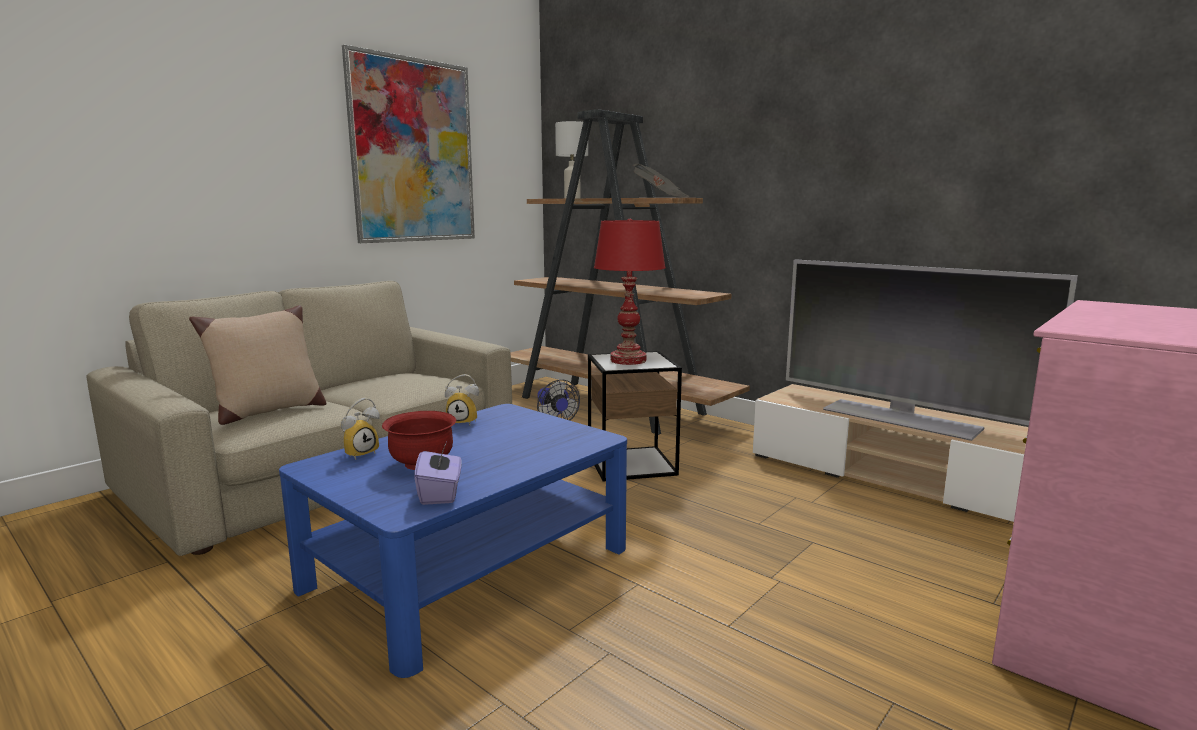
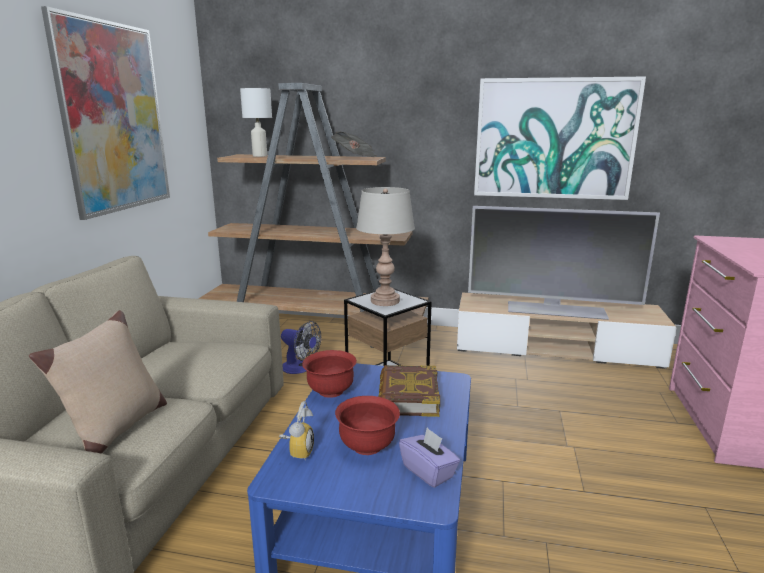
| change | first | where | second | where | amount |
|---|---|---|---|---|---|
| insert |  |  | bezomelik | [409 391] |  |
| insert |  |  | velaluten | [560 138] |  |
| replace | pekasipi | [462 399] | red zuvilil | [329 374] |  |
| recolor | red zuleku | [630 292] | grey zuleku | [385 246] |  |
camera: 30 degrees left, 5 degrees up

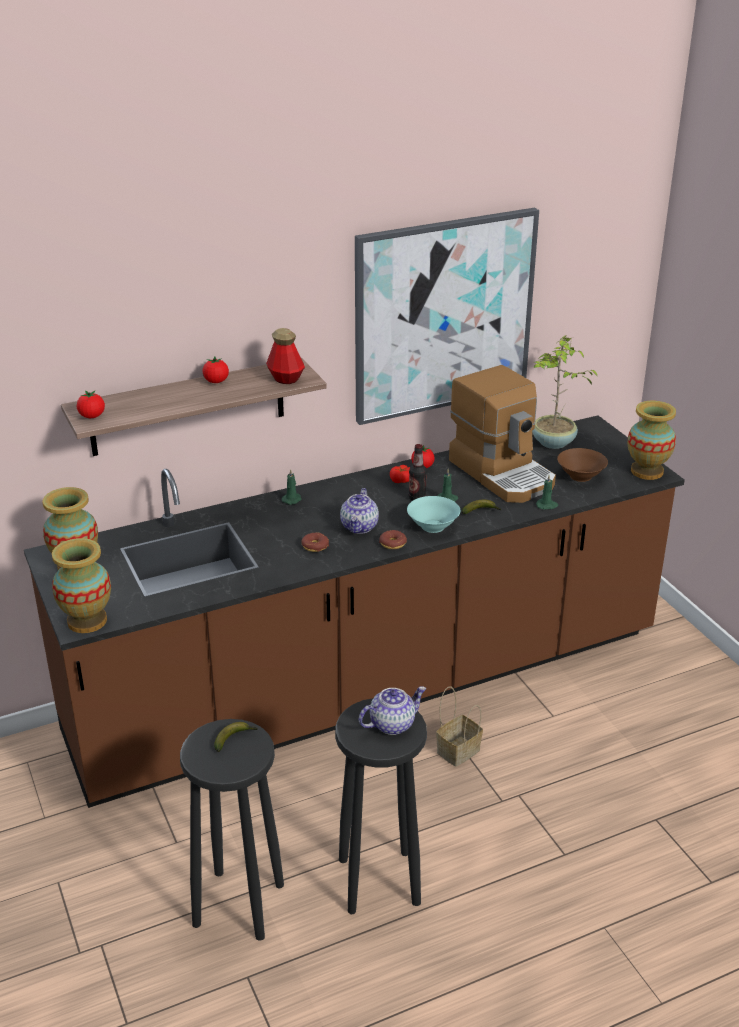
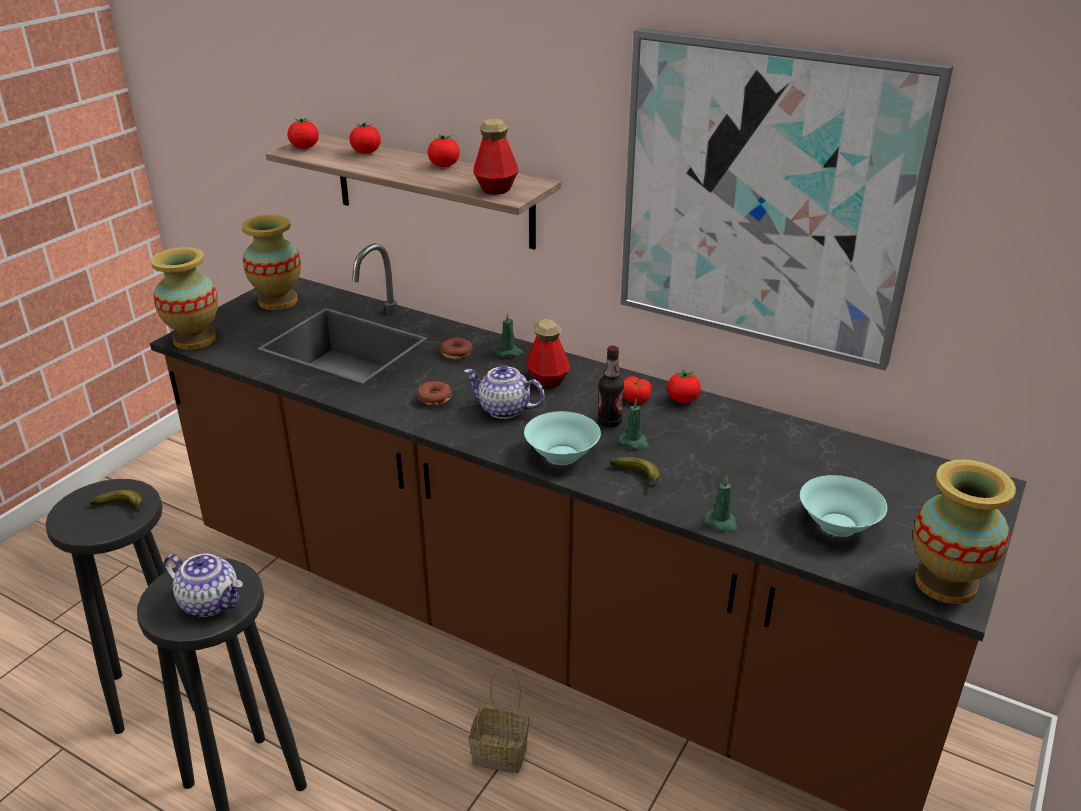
| change | first | where | second | where | amount |
|---|---|---|---|---|---|
| delete | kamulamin | [502 434] |  |  |  |
| delete | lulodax | [565 392] |  |  |  |
| insert |  |  | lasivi | [365 138] |  |
| insert |  |  | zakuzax | [548 353] |  |
| move | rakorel | [393 539] |  | [456 348] |  |
| recolor | brown zuvilil | [582 465] | turquoise zuvilil | [843 506] |  |
| rotate | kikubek | [359 511] |  | [504 392] | 45 degrees clockwise |
camera: 55 degrees right, 0 degrees up

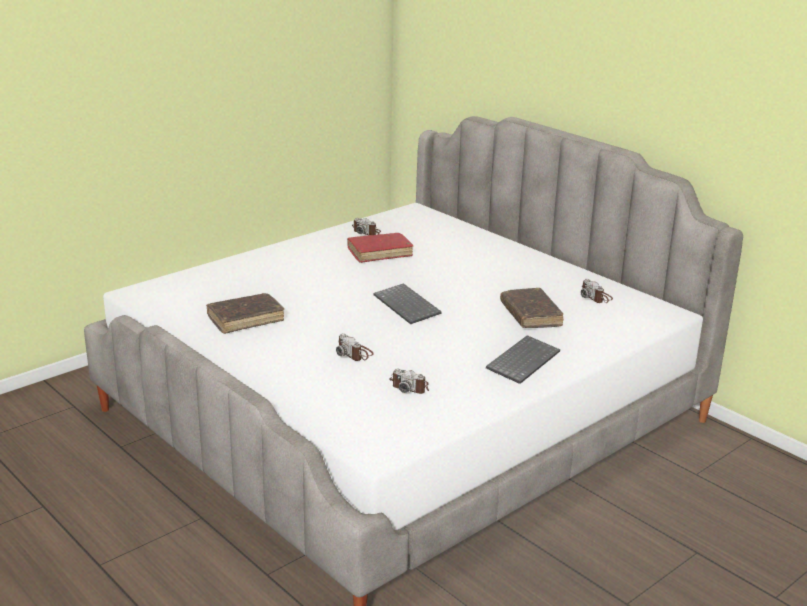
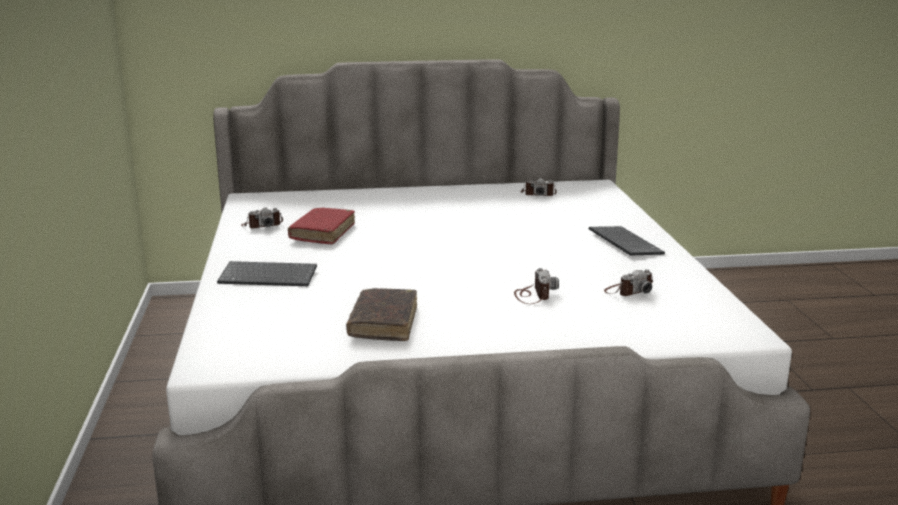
| change | first | where | second | where | amount |
|---|---|---|---|---|---|
| delete | brown bezomelik | [531 308] |  |  |  |
| move | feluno | [407 303] |  | [267 273] |  |
| rotate | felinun | [354 347] |  | [536 286] | 90 degrees counterclockwise |
camera: 55 degrees left, 5 degrees down

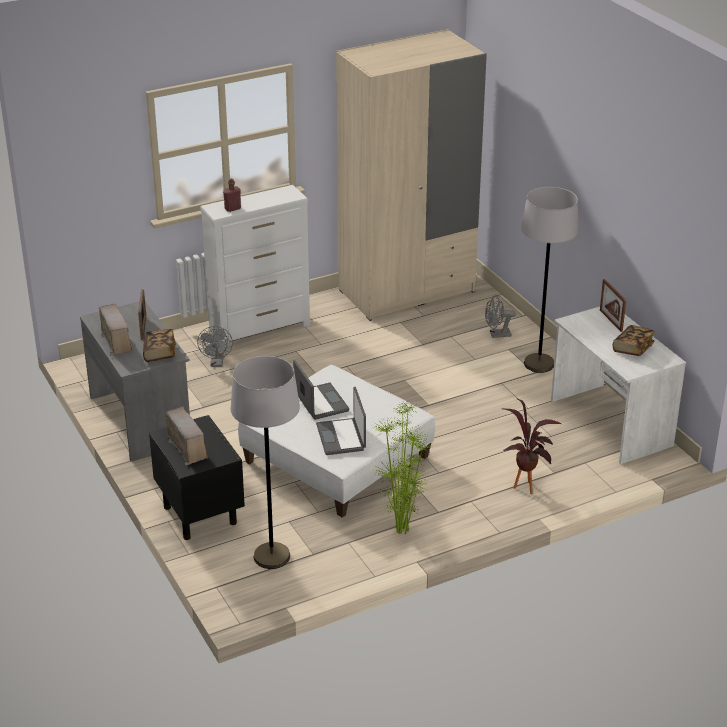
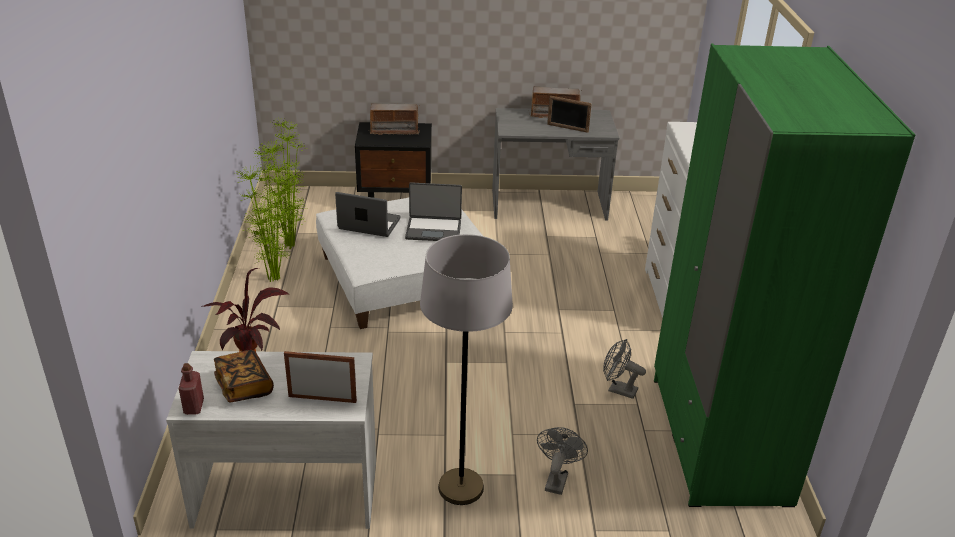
| change | first | where | second | where | amount |
|---|---|---|---|---|---|
| delete | bezomelik | [159 345] |  |  |  |
| delete | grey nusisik | [265 462] |  |  |  |
| insert |  |  | lulodax | [282 184] |  |
| move | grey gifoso | [215 346] |  | [624 369] |  |
| move | red zakuzax | [232 195] |  | [191 389] |  |
| recolor | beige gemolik | [411 175] | green gemolik | [784 275] |  |
camera: 115 degrees right, 0 degrees up

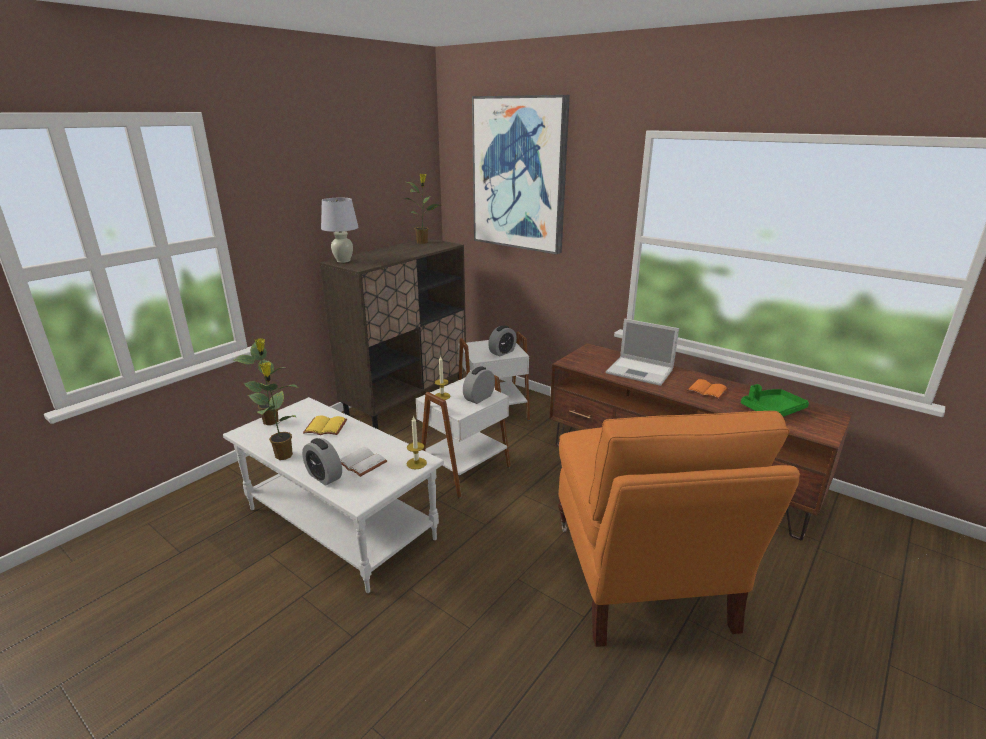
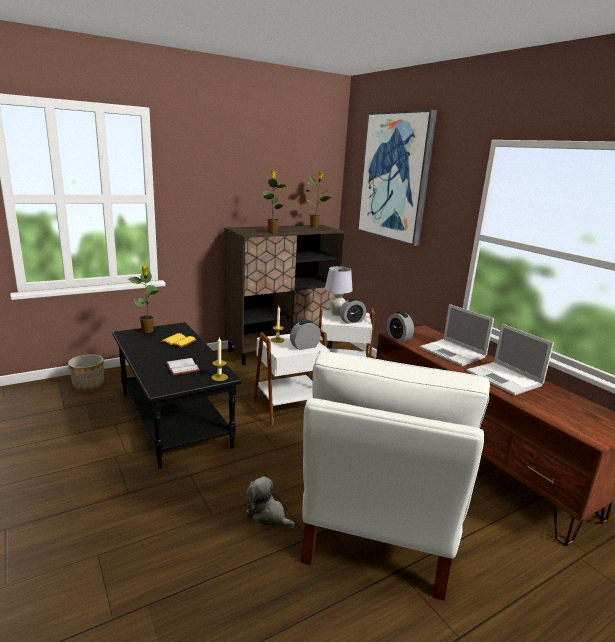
| change | first | where | second | where | amount |
|---|---|---|---|---|---|
| delete | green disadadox | [775 400] |  |  |  |
| insert |  |  | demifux | [86 372] |  |
| insert |  |  | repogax | [270 502] |  |
| move | lulodax | [273 411] |  | [274 202] |  |
| move | pekasipi | [322 462] |  | [400 326] |  |
| move | white zuleku | [340 230] |  | [339 290] |  |
| replace | orange bezomelik | [707 389] | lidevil | [510 360] |  |
| recolor | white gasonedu | [333 495] | black gasonedu | [177 395] |  |
| recolor | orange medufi | [679 529] | white medufi | [395 476] |  |
camera: 20 degrees right, 5 degrees down

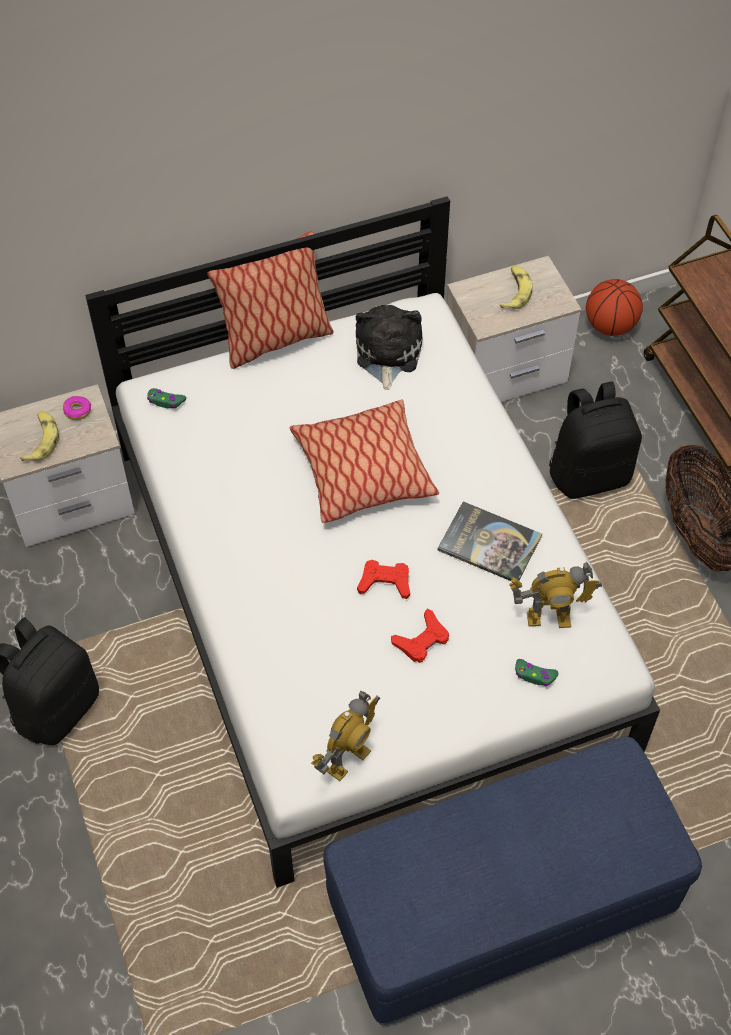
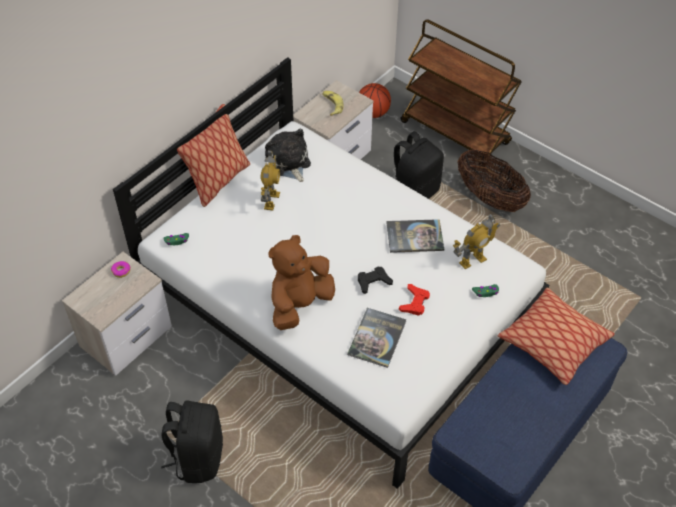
| change | first | where | second | where | amount |
|---|---|---|---|---|---|
| delete | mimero | [39 436] |  |  |  |
| insert |  |  | brown repogax | [302 282] |  |
| insert |  |  | bezomelik | [377 338] |  |
| move | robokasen | [364 461] |  | [556 336] |  |
| move | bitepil | [345 736] |  | [270 180] |  |
| recolor | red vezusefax | [383 579] | black vezusefax | [375 280] |  |
camera: 30 degrees left, 5 degrees down

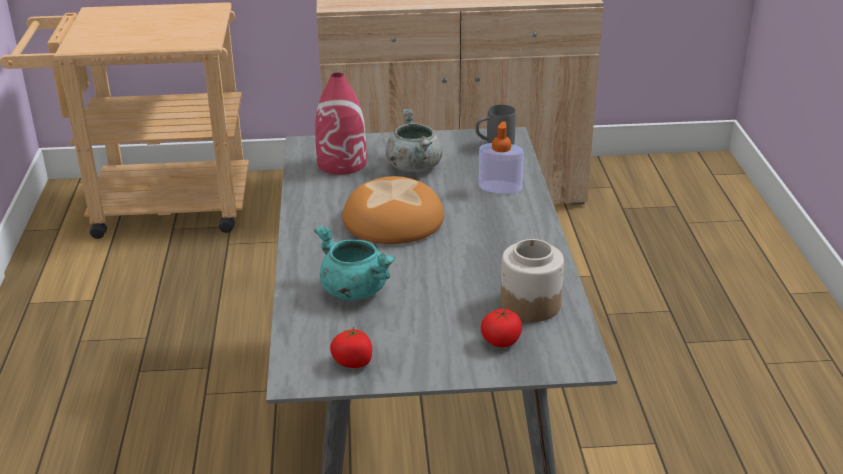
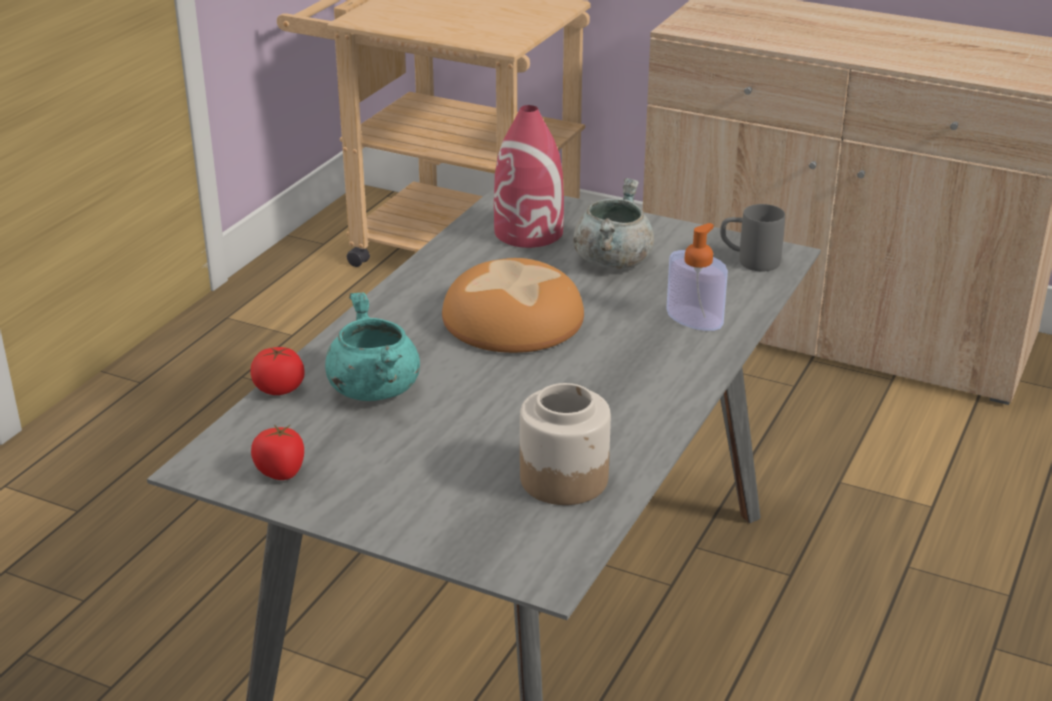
| change | first | where | second | where | amount |
|---|---|---|---|---|---|
| move | lasivi | [501 327] |  | [278 371] |  |
camera: 30 degrees right, 0 degrees up

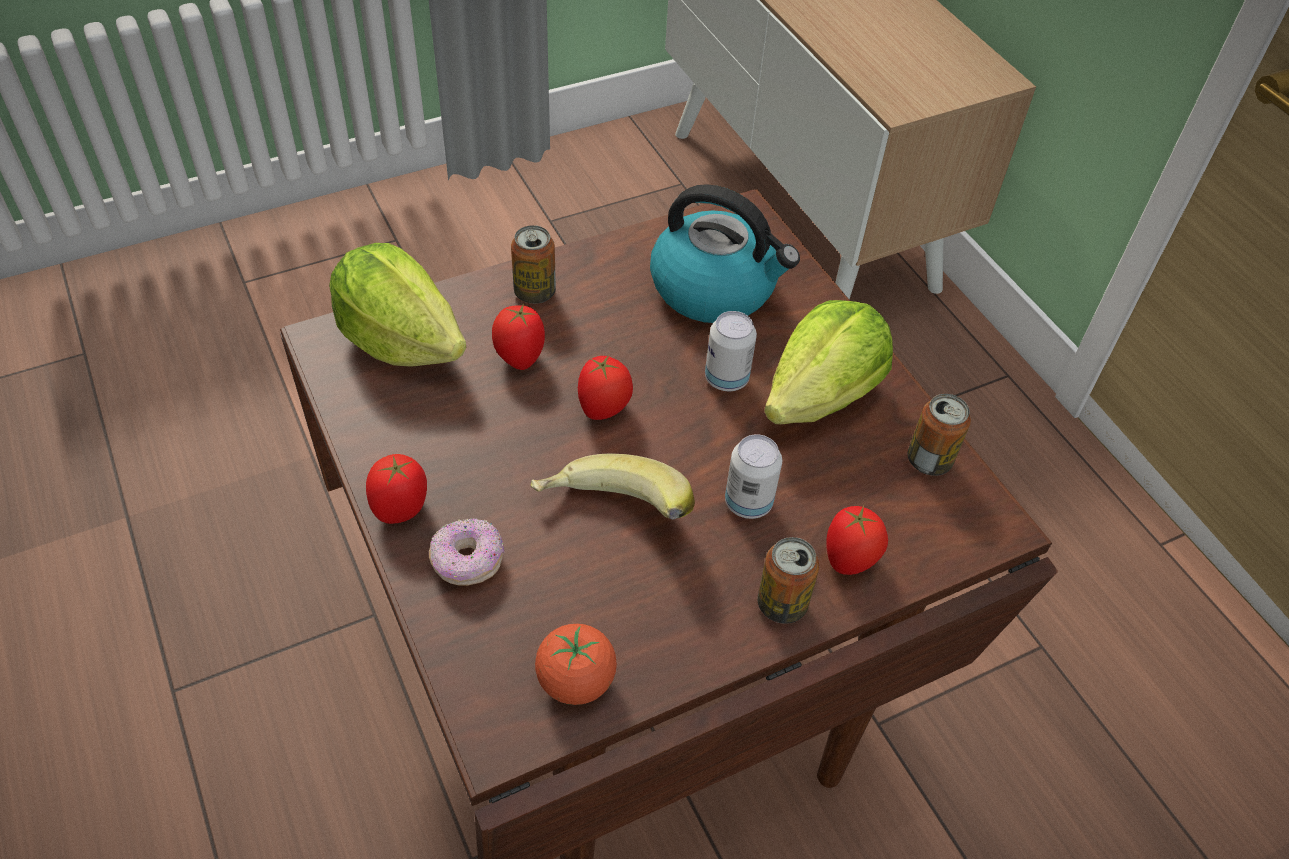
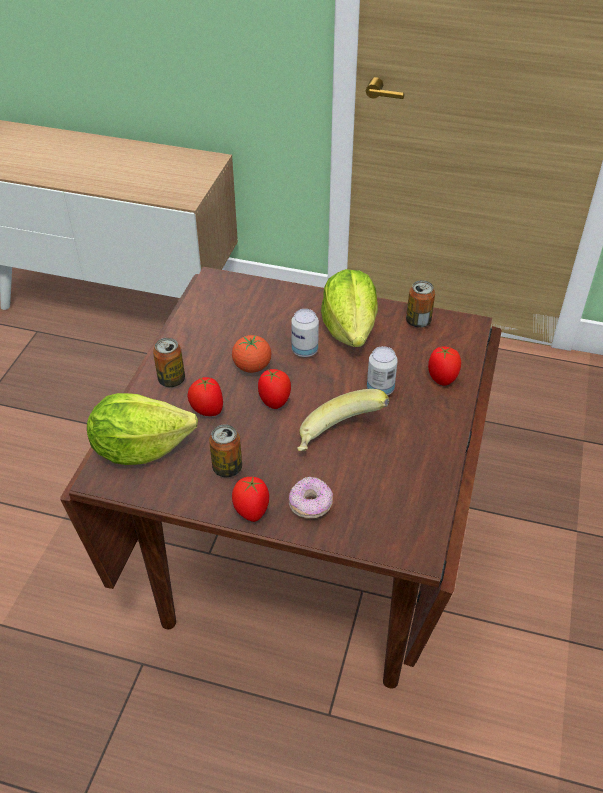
| change | first | where | second | where | amount |
|---|---|---|---|---|---|
| delete | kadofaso | [725 253] |  |  |  |
| move | lasivi | [576 664] |  | [251 354] |  |
| move | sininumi | [788 580] |  | [225 450] |  |
camera: 45 degrees left, 5 degrees down

